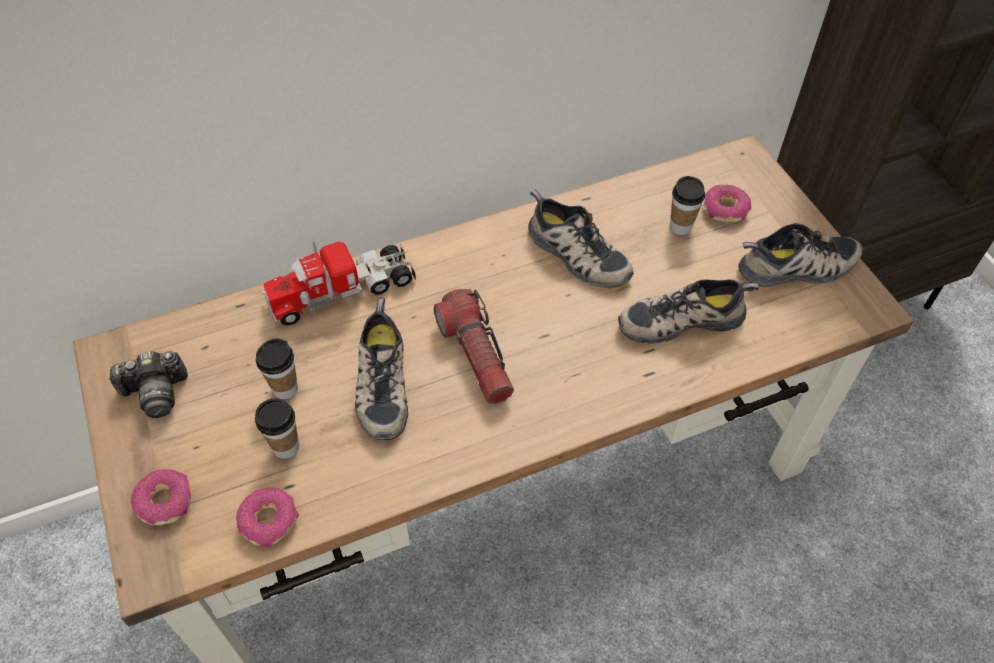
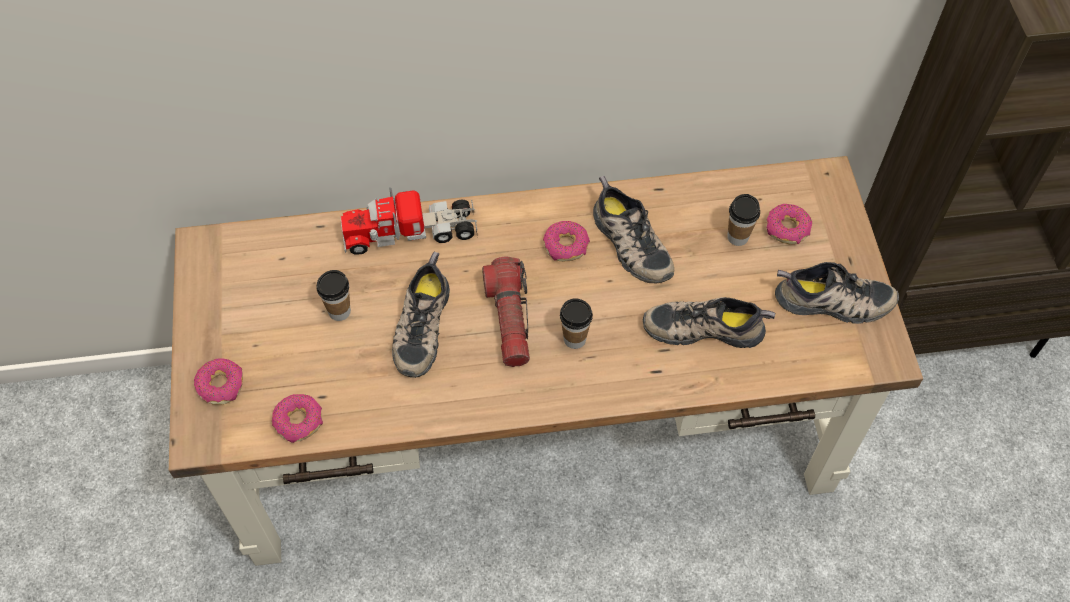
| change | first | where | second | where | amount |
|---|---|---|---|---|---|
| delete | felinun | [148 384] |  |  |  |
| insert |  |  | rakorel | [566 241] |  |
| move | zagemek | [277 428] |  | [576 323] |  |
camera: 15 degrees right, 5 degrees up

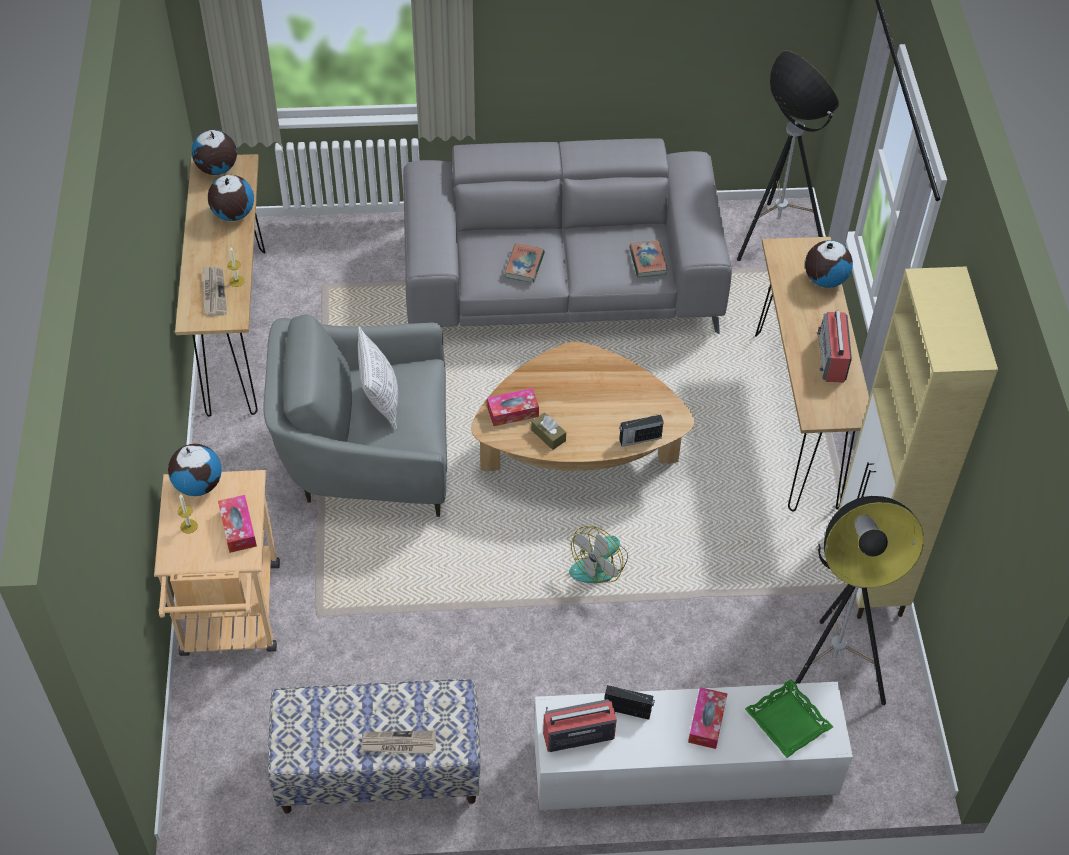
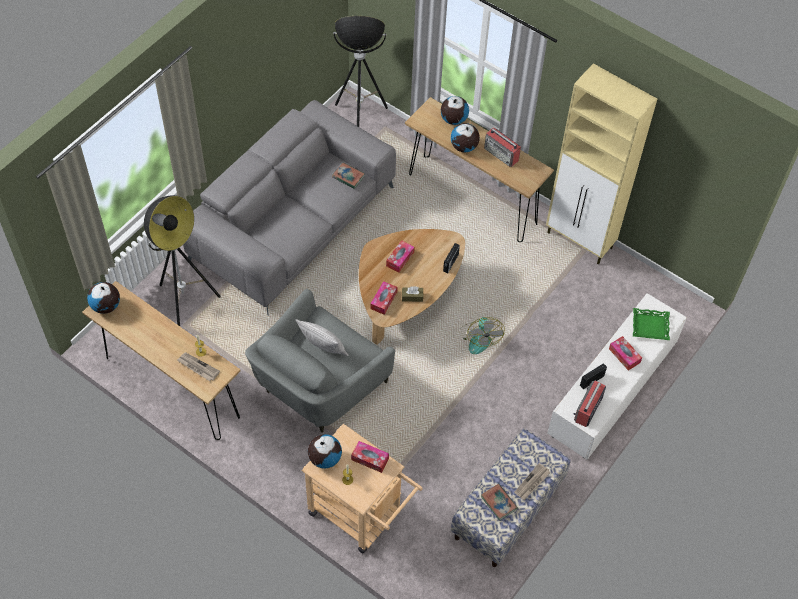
| change | first | where | second | where | amount |
|---|---|---|---|---|---|
| insert |  |  | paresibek | [400 256] |  |
| move | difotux | [231 198] |  | [465 137] |  |
| move | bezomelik | [524 263] |  | [499 502] |  |
| move | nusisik | [859 600] |  | [182 261] |  |
camera: 50 degrees left, 5 degrees up

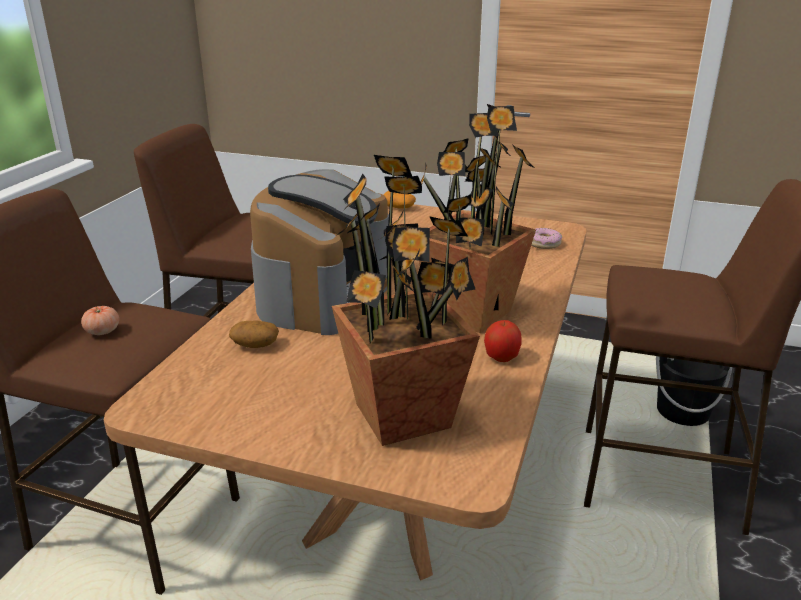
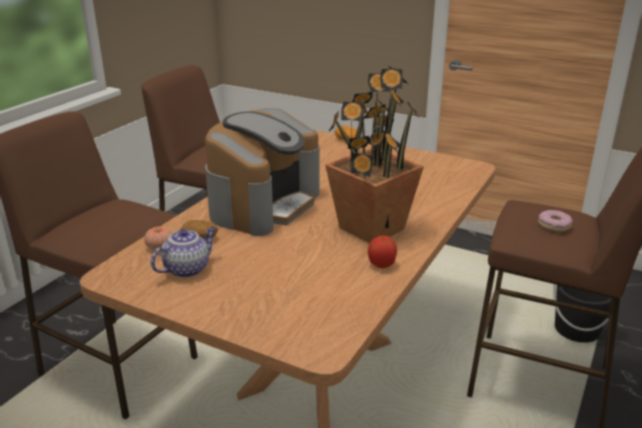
| change | first | where | second | where | amount |
|---|---|---|---|---|---|
| delete | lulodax | [406 300] |  |  |  |
| insert |  |  | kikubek | [183 252] |  |
| move | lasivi | [100 320] |  | [158 238] |  |
| move | rakorel | [547 238] |  | [555 221] |  |
camera: 10 degrees right, 0 degrees up

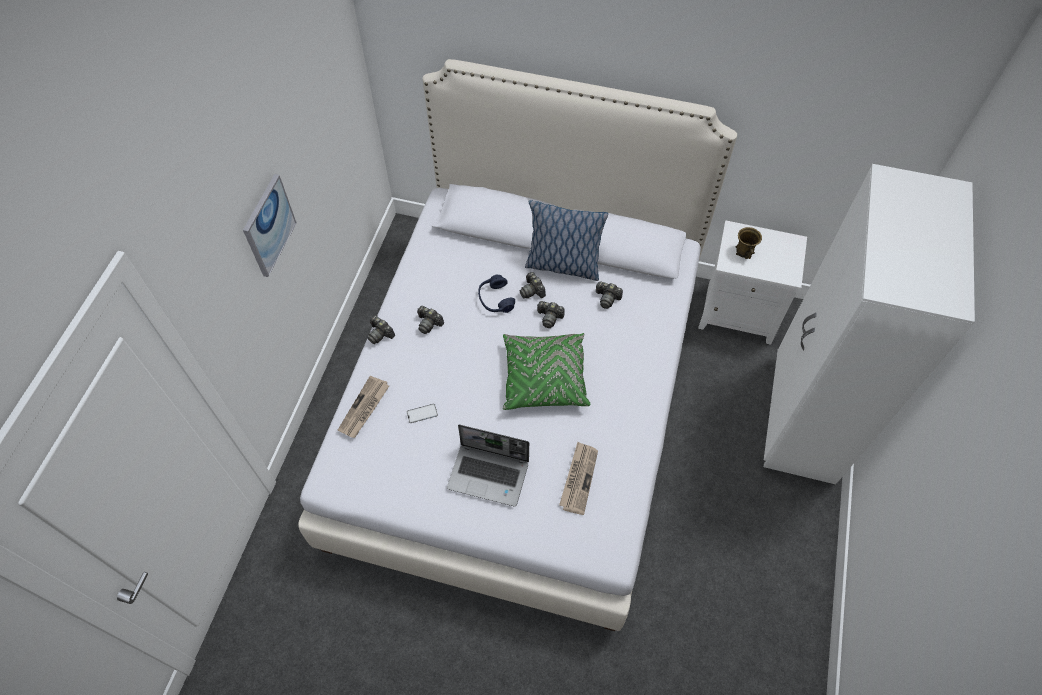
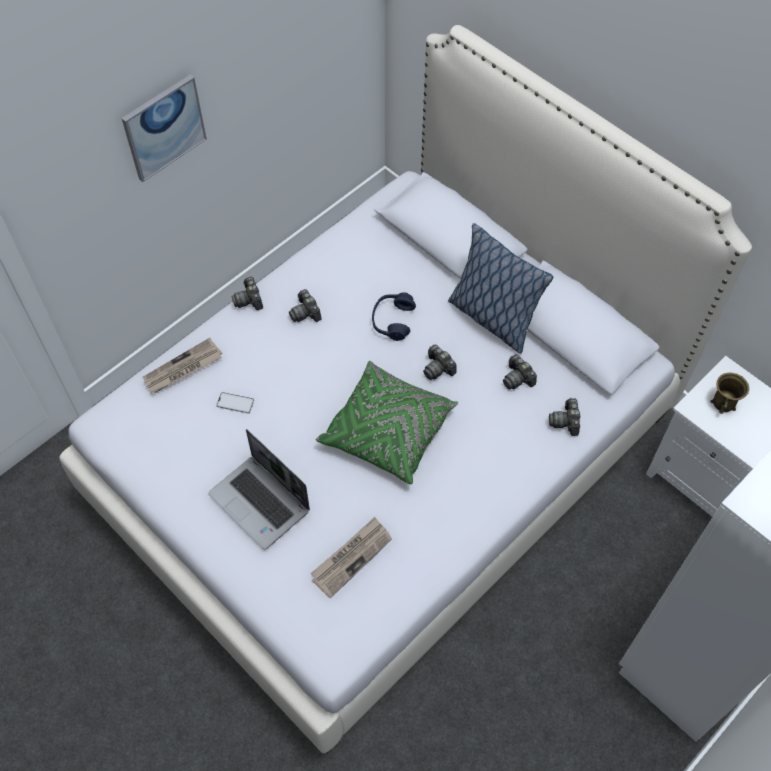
| change | first | where | second | where | amount |
|---|---|---|---|---|---|
| move | felinun | [532 285] |  | [564 417] |  |
camera: 30 degrees right, 0 degrees up

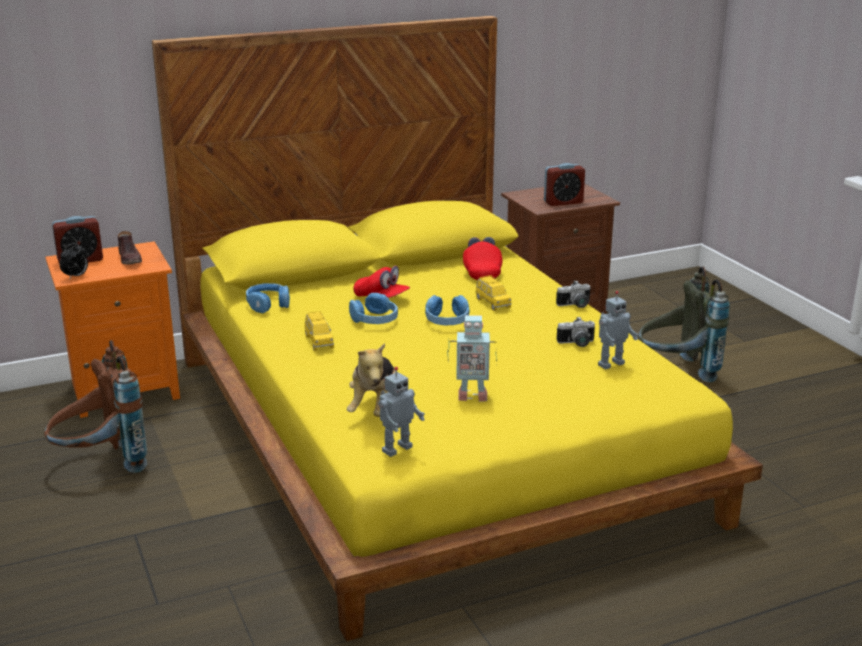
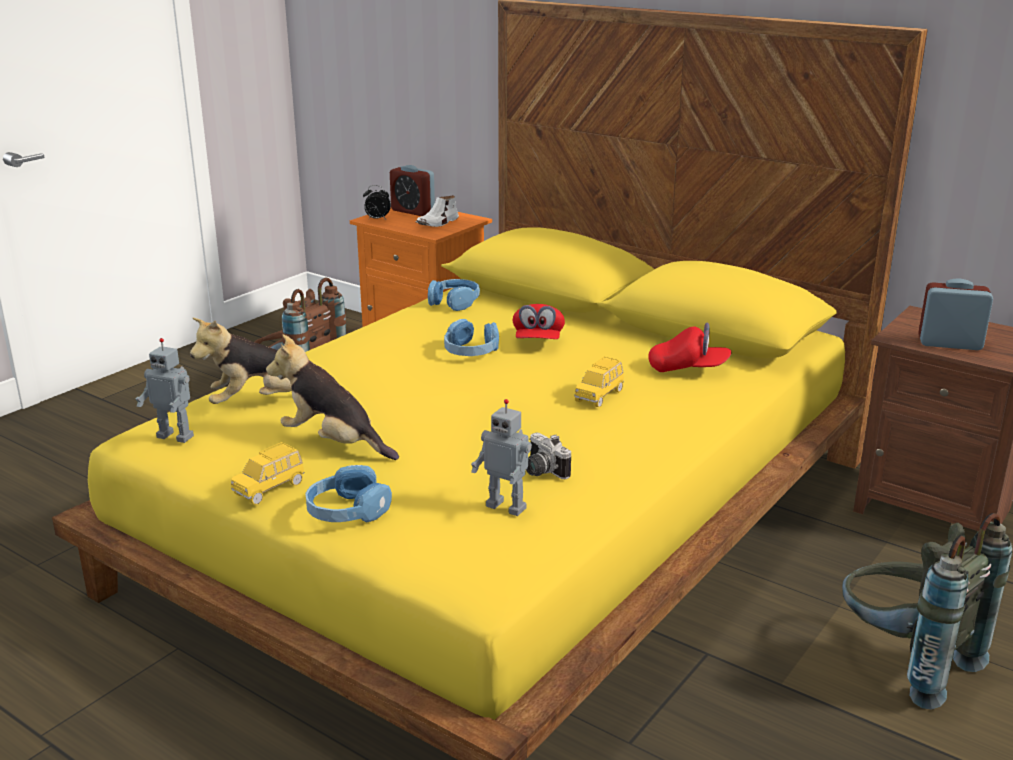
| change | first | where | second | where | amount |
|---|---|---|---|---|---|
| delete | felinun | [573 294] |  |  |  |
| move | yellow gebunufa | [319 331] |  | [267 473] |  |
| move | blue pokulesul | [447 310] |  | [349 494] |  |
| replace | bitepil | [472 358] | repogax | [332 397] |  |
| recolor | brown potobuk | [130 248] | white potobuk | [437 211] |  |
| rotate | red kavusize | [482 258] |  | [689 347] | 45 degrees clockwise |
| rotate | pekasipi | [564 184] |  | [955 314] | 150 degrees clockwise |
camera: 60 degrees right, 0 degrees up

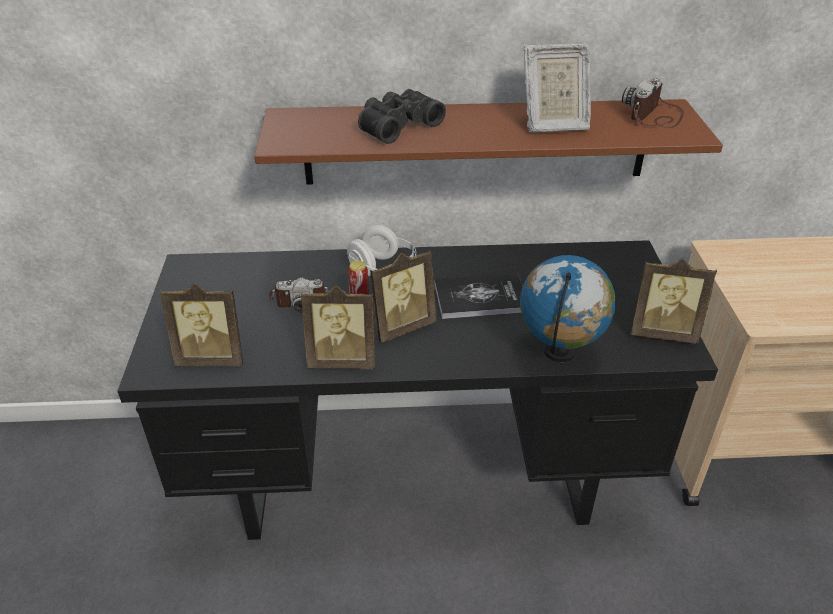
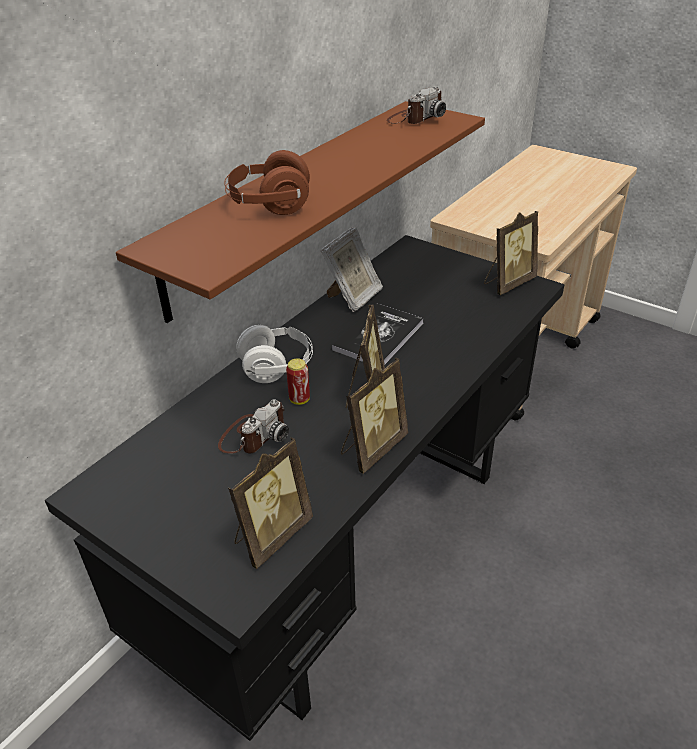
| change | first | where | second | where | amount |
|---|---|---|---|---|---|
| delete | difotux | [568 308] |  |  |  |
| move | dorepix | [557 88] |  | [352 269] |  |
| replace | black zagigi | [402 116] | brown pokulesul | [267 182] |  |
| rotate | felinun | [653 103] |  | [416 105] | 120 degrees counterclockwise |
camera: 50 degrees left, 0 degrees up

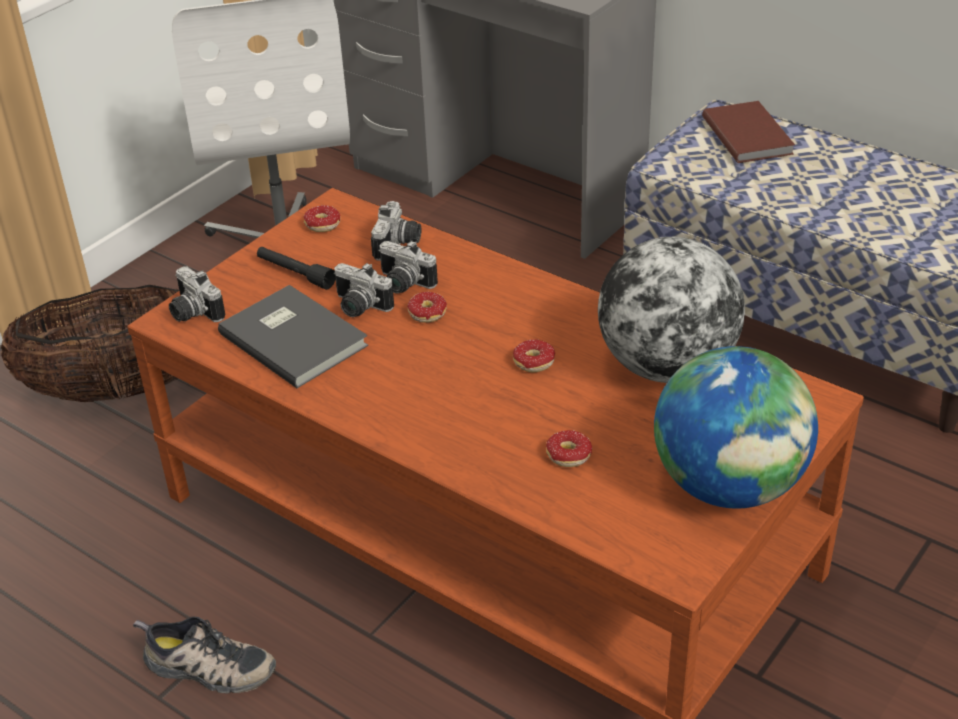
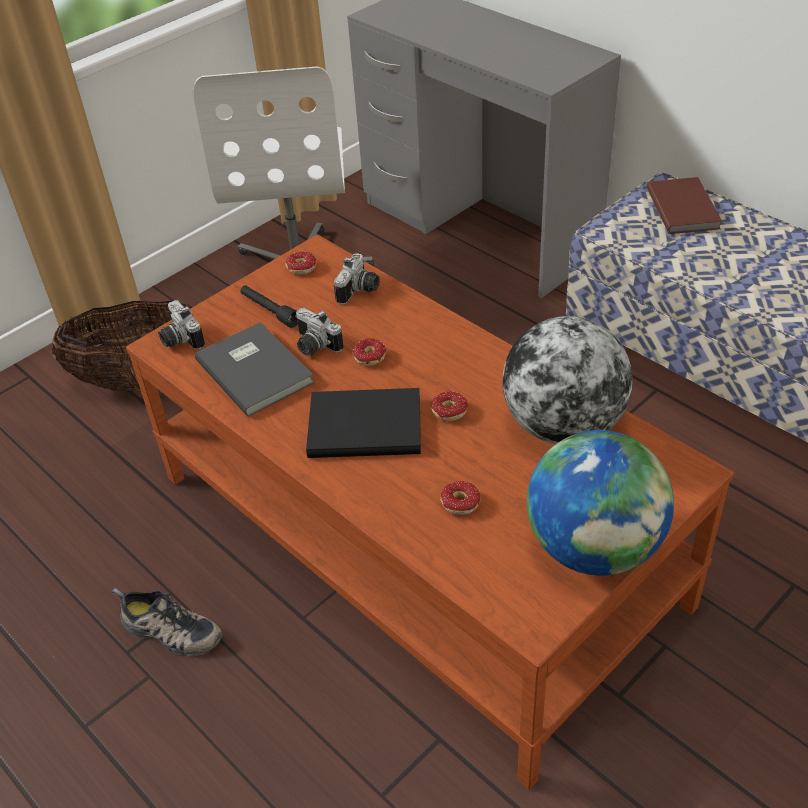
| change | first | where | second | where | amount |
|---|---|---|---|---|---|
| delete | felinun | [408 267] |  |  |  |
| insert |  |  | black bezomelik | [363 423] |  |
camera: 10 degrees right, 5 degrees up

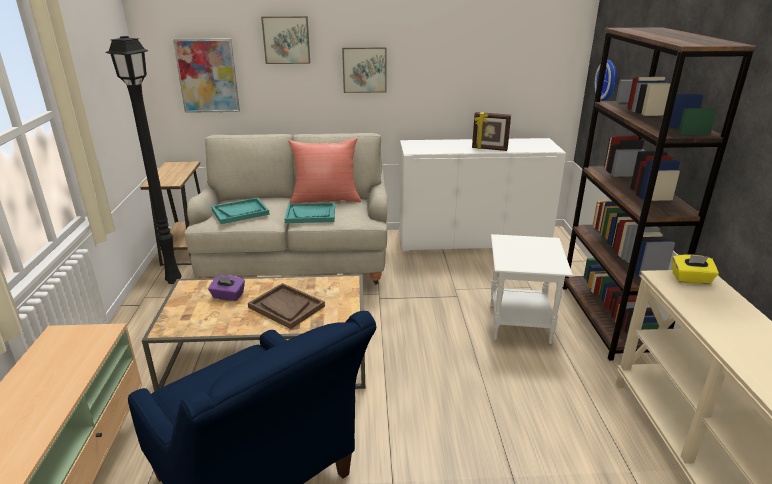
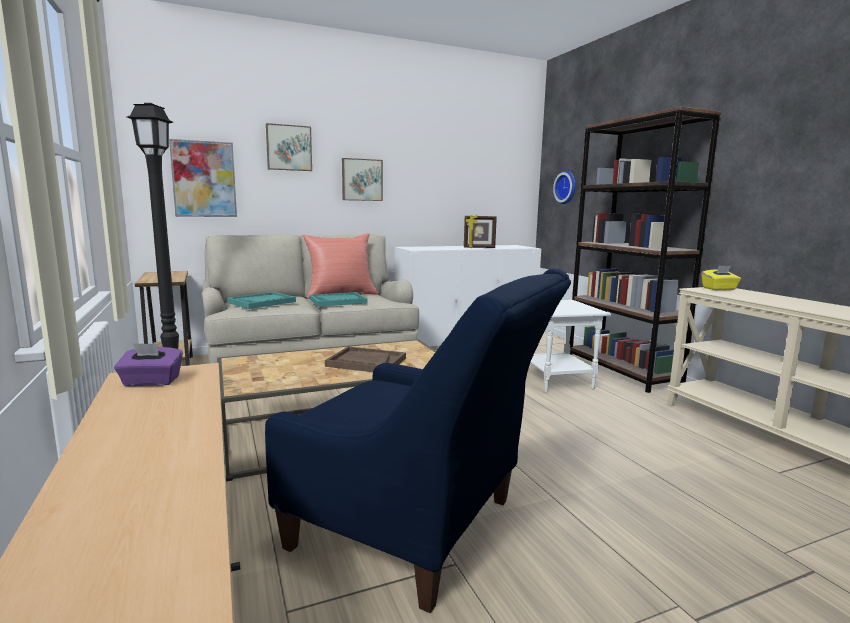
| change | first | where | second | where | amount |
|---|---|---|---|---|---|
| move | purple paresibek | [226 288] |  | [148 364] |  |
camera: 20 degrees left, 15 degrees down

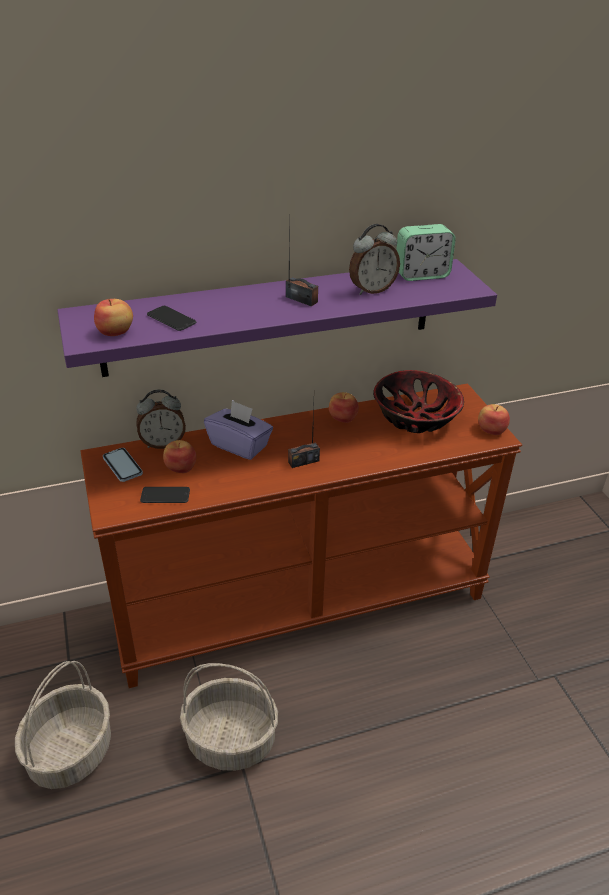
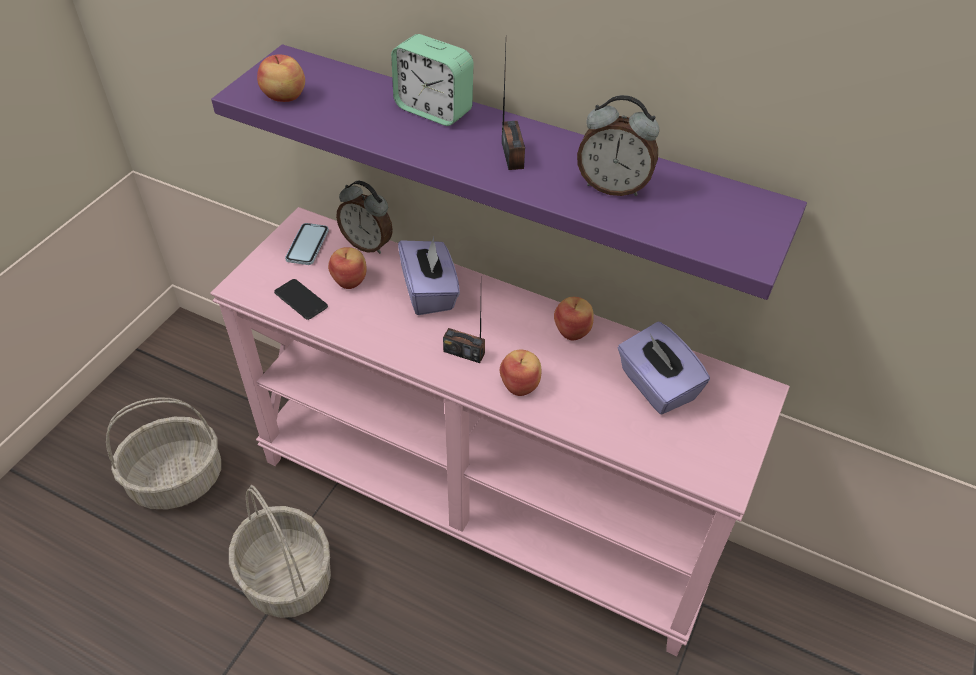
| change | first | where | second | where | amount |
|---|---|---|---|---|---|
| delete | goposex | [171 318] |  |  |  |
| move | pekasipi | [426 252] |  | [432 80] |  |
| move | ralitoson | [494 419] |  | [520 373] |  |
| replace | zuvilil | [418 401] | purple paresibek | [664 368] |  |
| recolor | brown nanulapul | [301 535] | pink nanulapul | [500 431] |  |
camera: 45 degrees right, 10 degrees up

